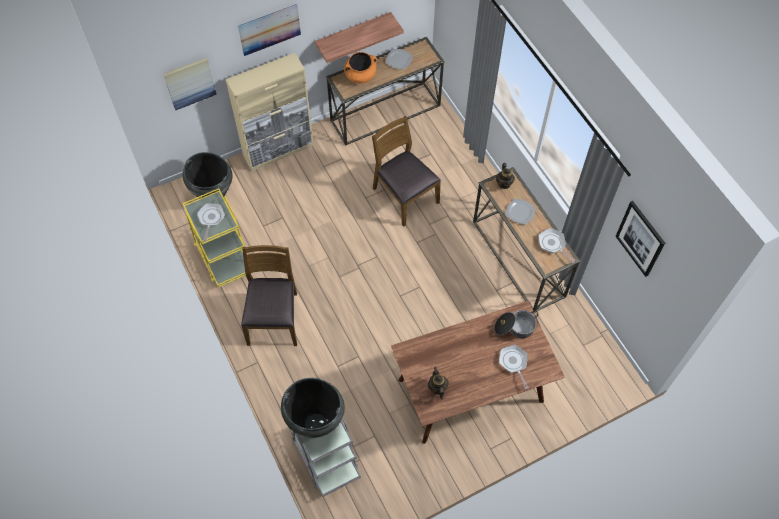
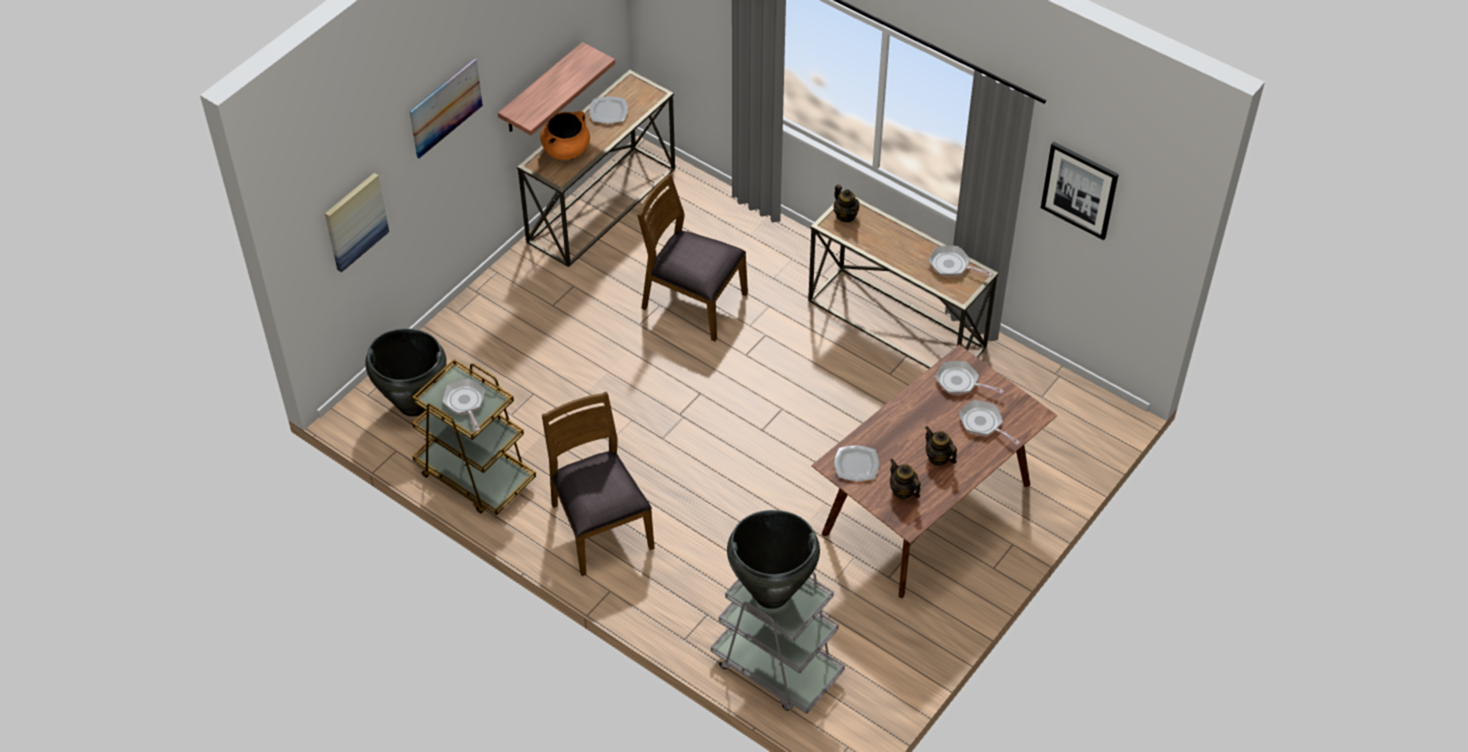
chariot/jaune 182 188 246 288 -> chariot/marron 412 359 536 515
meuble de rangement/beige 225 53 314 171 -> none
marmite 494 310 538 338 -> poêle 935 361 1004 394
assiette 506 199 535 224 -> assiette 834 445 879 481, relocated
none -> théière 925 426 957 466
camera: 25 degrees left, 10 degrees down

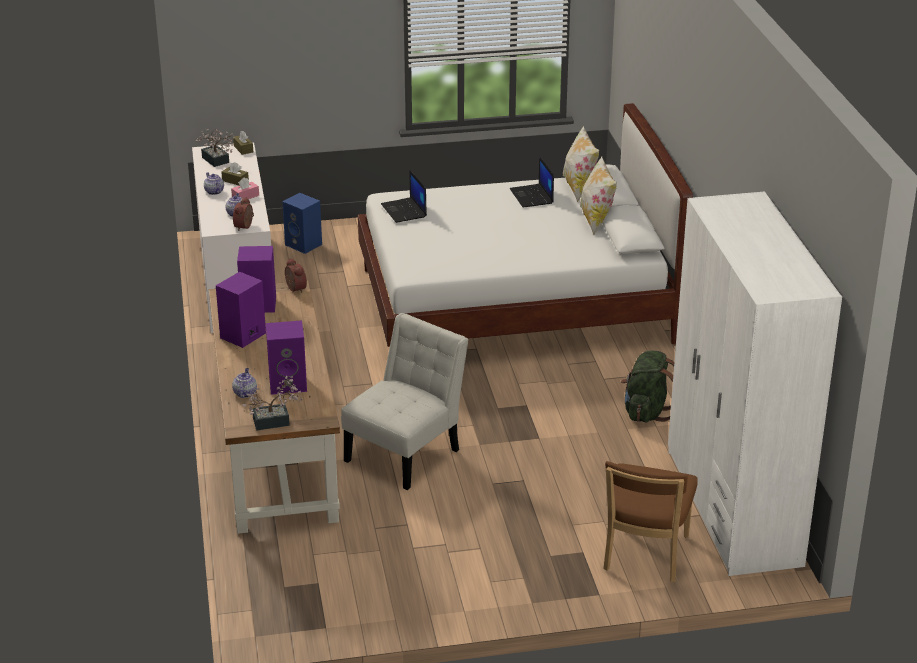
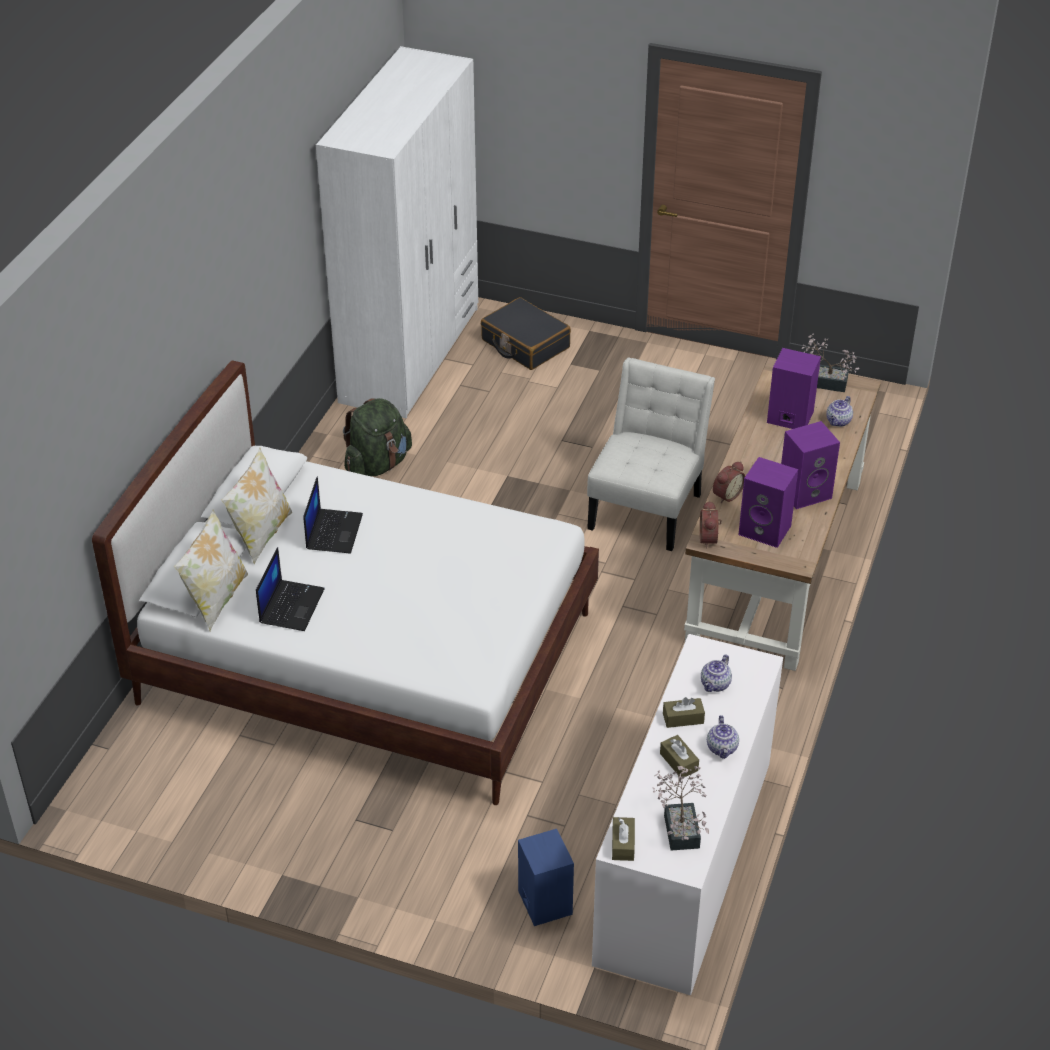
boîte à mouchoirs/rose 231 177 259 199 -> boîte à mouchoirs/marron 663 697 705 728
réveil 233 197 254 231 -> réveil 713 461 745 503, relocated
chaise/blanc 341 313 469 490 -> chaise/blanc 587 358 715 551, 135 degrees clockwise
ordinateur portable 381 170 427 223 -> ordinateur portable 303 476 363 554, relocated
chaise/marron 603 461 698 582 -> valise/noir 481 297 571 370
camera: 150 degrees left, 10 degrees up

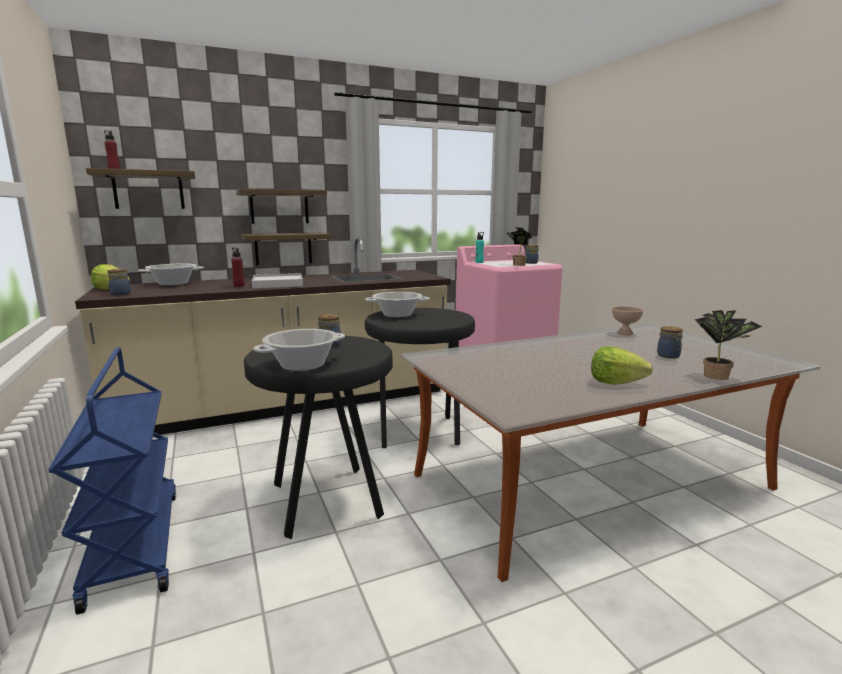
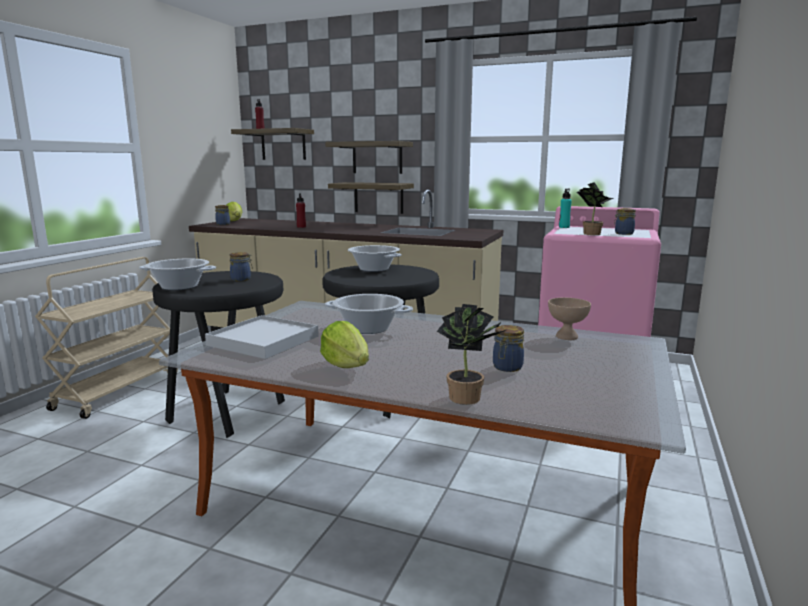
chariot/bleu 49 347 176 615 -> chariot/beige 35 257 178 419
marmite 138 264 204 286 -> marmite 325 294 413 334, relocated
plateau/blanc 252 273 303 288 -> plateau/blanc 205 315 319 359, relocated
camera: 45 degrees right, 0 degrees up

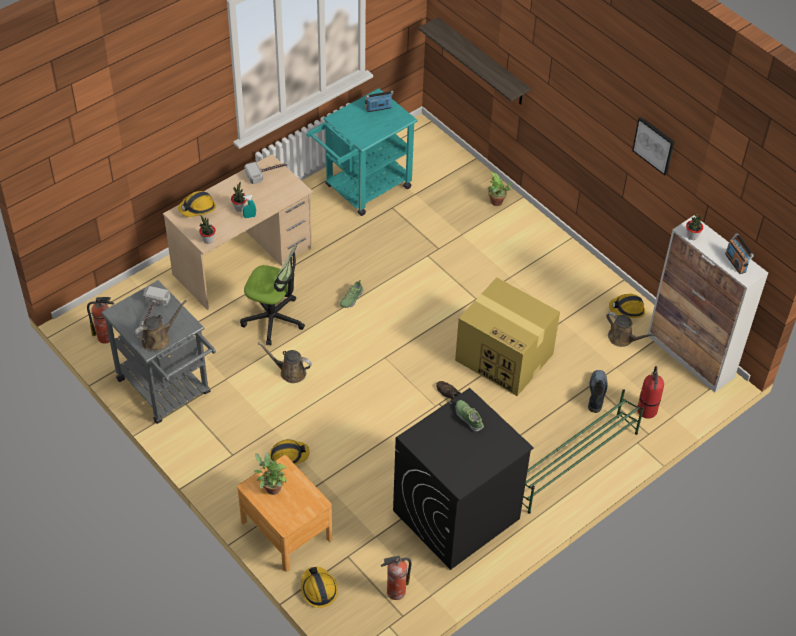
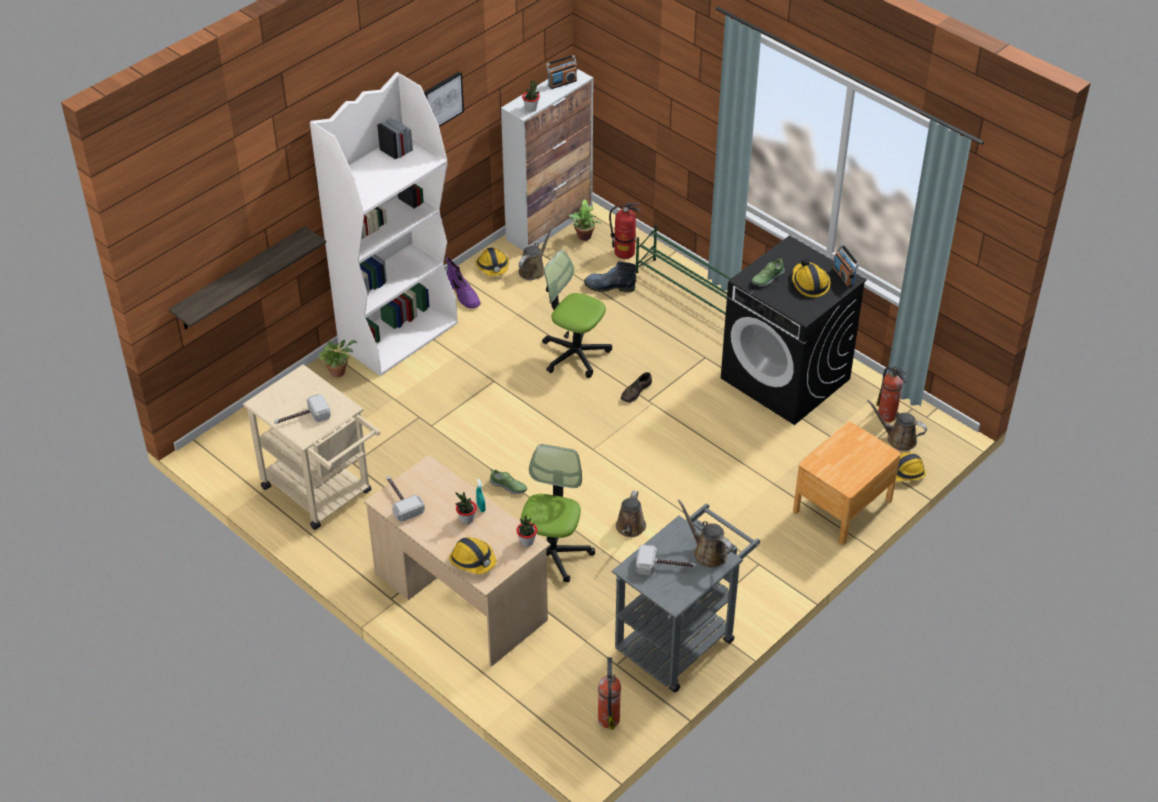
plante en pot 254 453 287 495 -> plante en pot 568 199 601 241, relocated
casque de chantier 270 439 309 465 -> casque de chantier 792 259 831 297, relocated
chariot/turquoise 306 88 418 216 -> chariot/beige 243 364 380 530
radio 365 91 393 112 -> radio 832 244 859 287, relocated
carton 455 277 560 396 -> chaise de bureau 542 250 612 378
none -> marteau 274 394 331 424
none -> bibliothèque/blanc 310 72 458 376
none -> botte/violet 446 257 481 309
none -> arrosoir/marron 867 400 927 451
camera: 95 degrees left, 5 degrees down

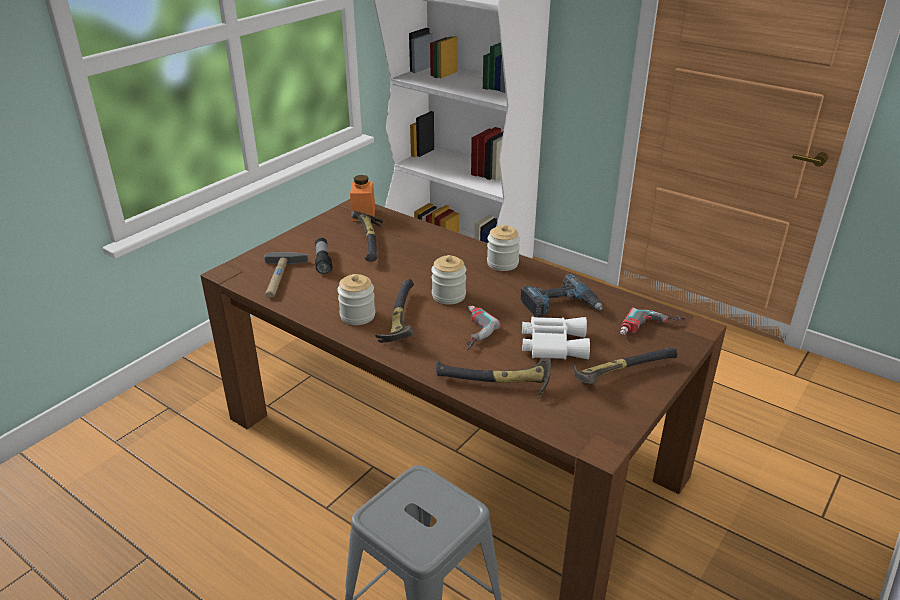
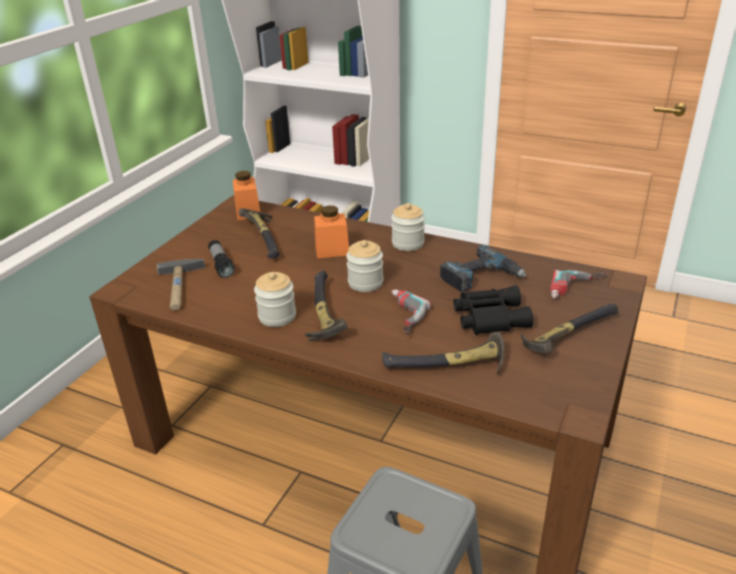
jumelles/blanc 522 316 590 360 -> jumelles/noir 453 285 533 335
none -> bocal/orange 314 205 349 258
camera: 10 degrees left, 0 degrees up

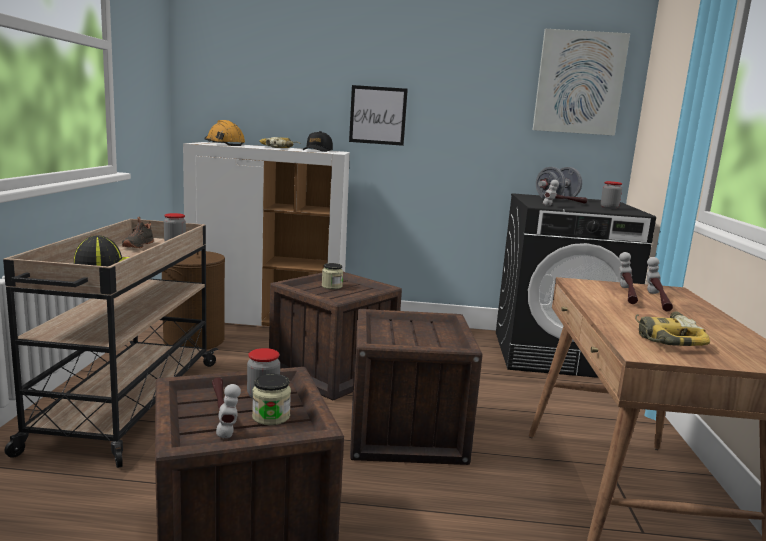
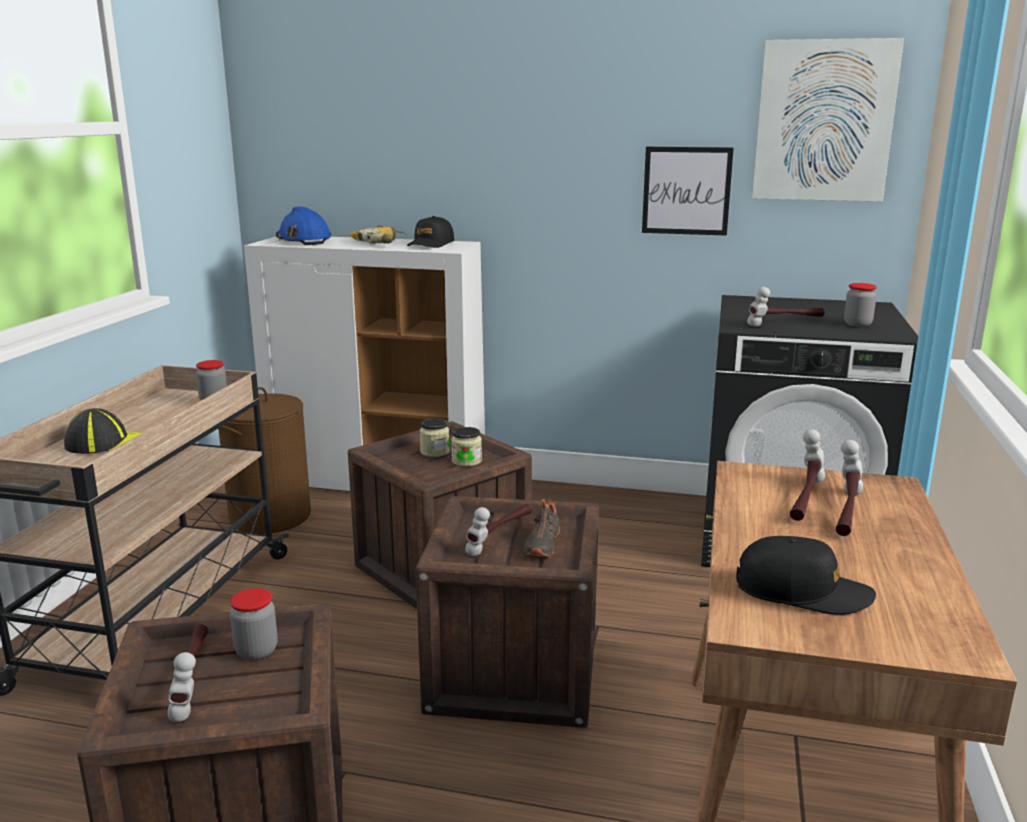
chaussure/noir 122 217 154 248 -> chaussure/noir 524 499 560 557, relocated
casque de chantier/orange 205 120 245 146 -> casque de chantier/bleu 276 206 331 245
bocal 252 374 291 425 -> bocal 451 427 482 467, relocated
tableau 349 85 408 146 -> tableau 642 147 734 236, relocated
haltère/gris 536 167 582 200 -> none
perceuse 635 311 710 346 -> casquette/noir 736 536 876 615
none -> marteau 465 504 532 556
camera: 10 degrees right, 5 degrees up

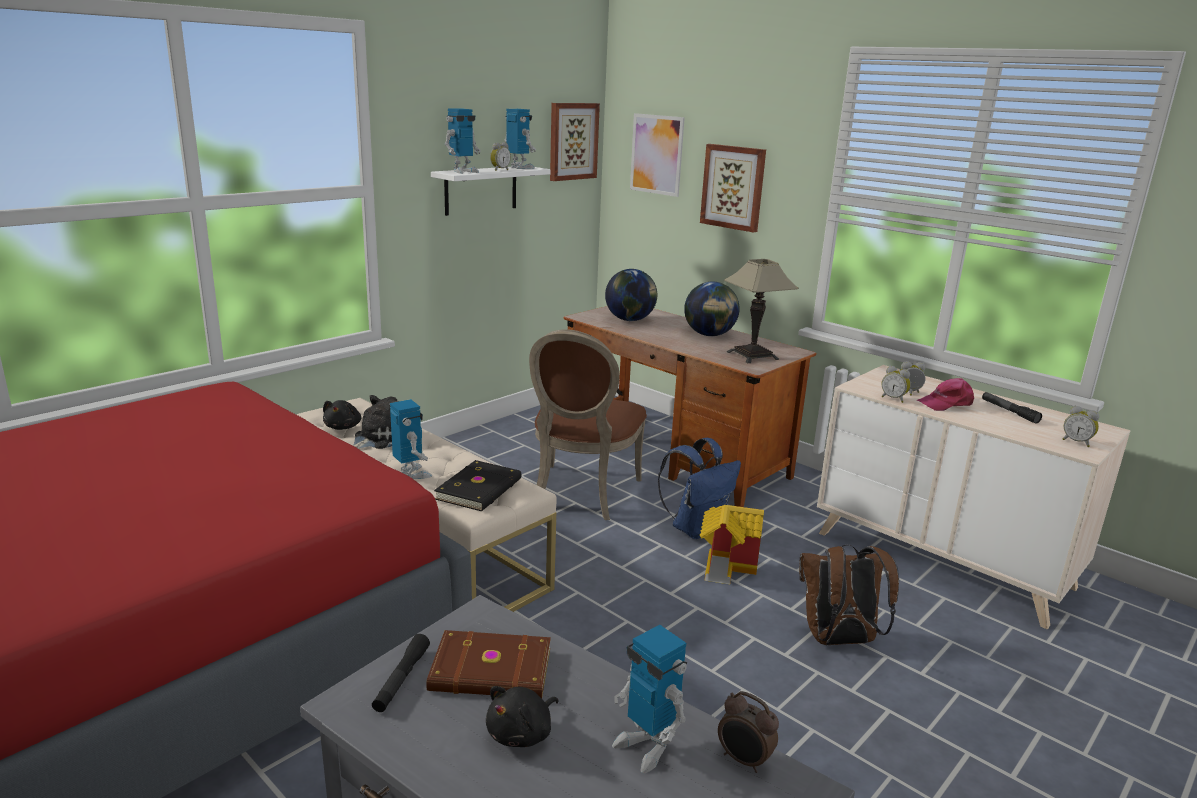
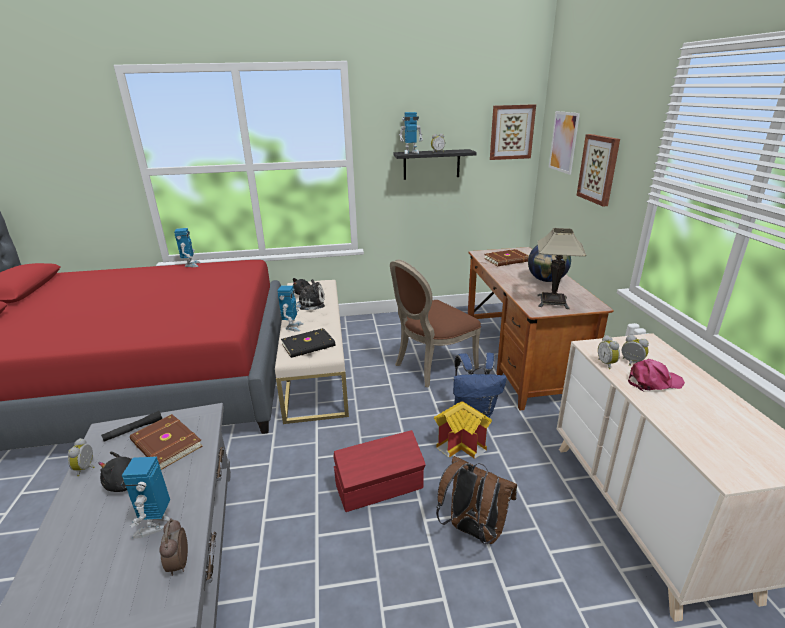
étagère/blanc 431 167 551 216 -> étagère/noir 393 149 477 180
robot jouet 504 109 536 169 -> robot jouet 174 228 200 267, relocated
globe 605 269 657 321 -> livre/marron 484 249 529 266
casquette/rose 917 378 974 411 -> casquette/rose 628 359 685 391, 150 degrees clockwise
lampe de poche 982 392 1042 424 -> none
réveil 1063 406 1099 447 -> réveil 68 438 95 476, relocated
none -> boîte de rangement/rouge 333 430 426 512
camera: 40 degrees right, 5 degrees up

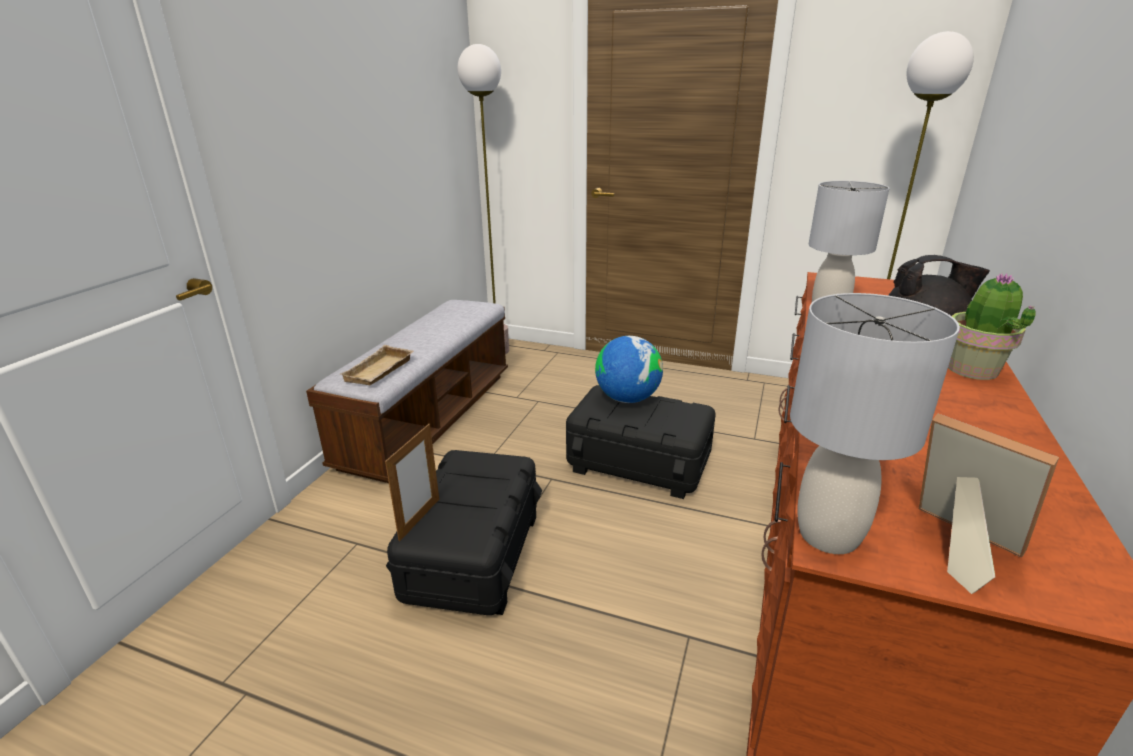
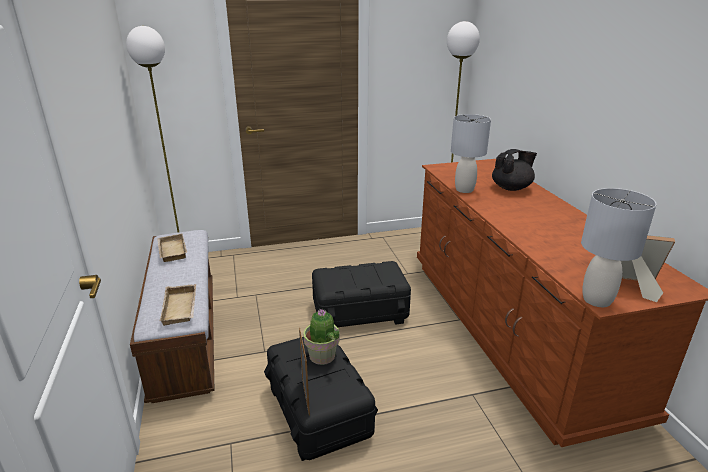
globe 595 336 663 403 -> none
plante en pot 948 273 1036 380 -> plante en pot 303 309 340 365, relocated
none -> plateau/beige 157 233 187 262
camera: 35 degrees left, 0 degrees up

